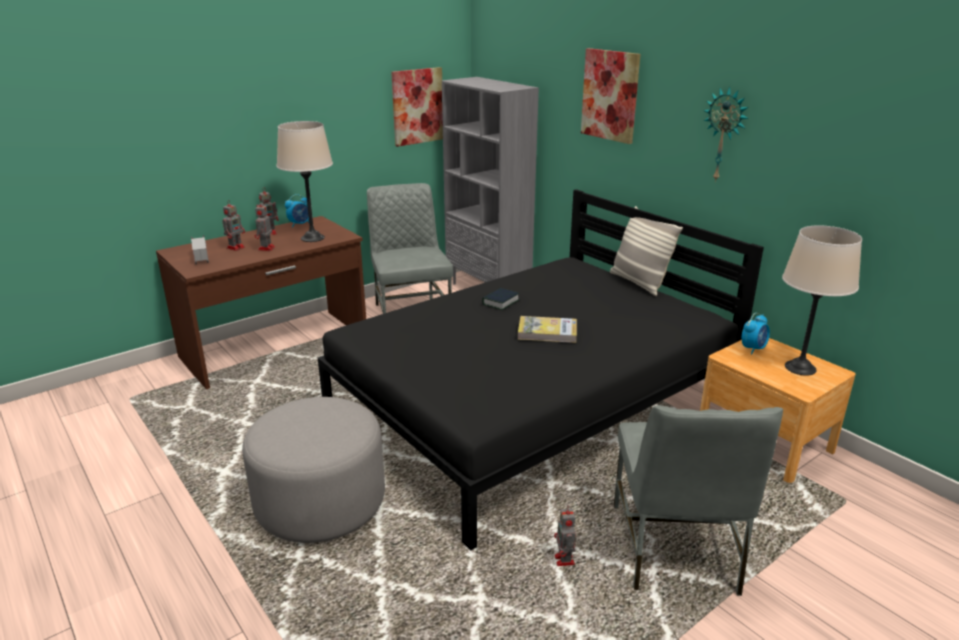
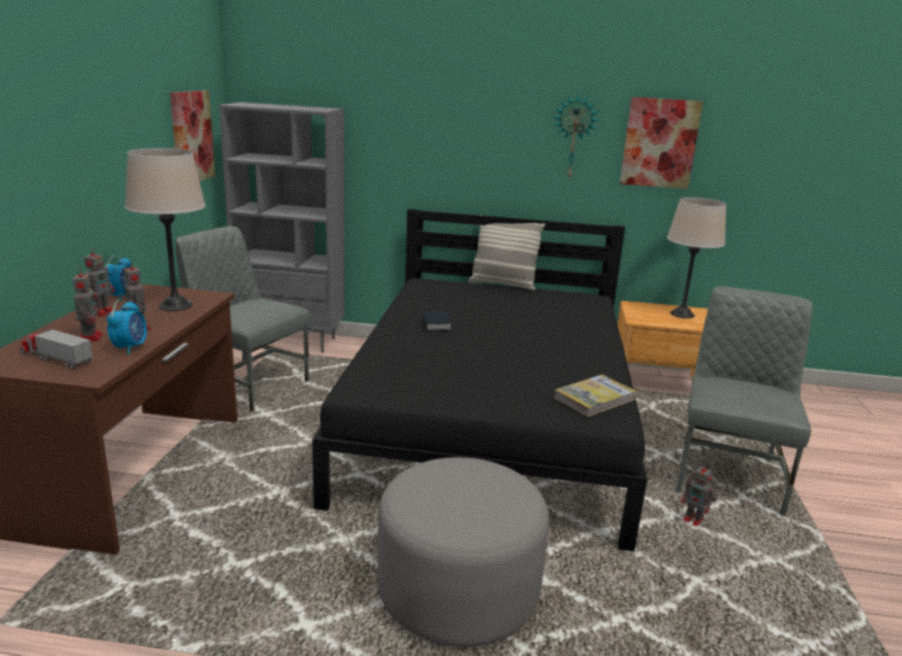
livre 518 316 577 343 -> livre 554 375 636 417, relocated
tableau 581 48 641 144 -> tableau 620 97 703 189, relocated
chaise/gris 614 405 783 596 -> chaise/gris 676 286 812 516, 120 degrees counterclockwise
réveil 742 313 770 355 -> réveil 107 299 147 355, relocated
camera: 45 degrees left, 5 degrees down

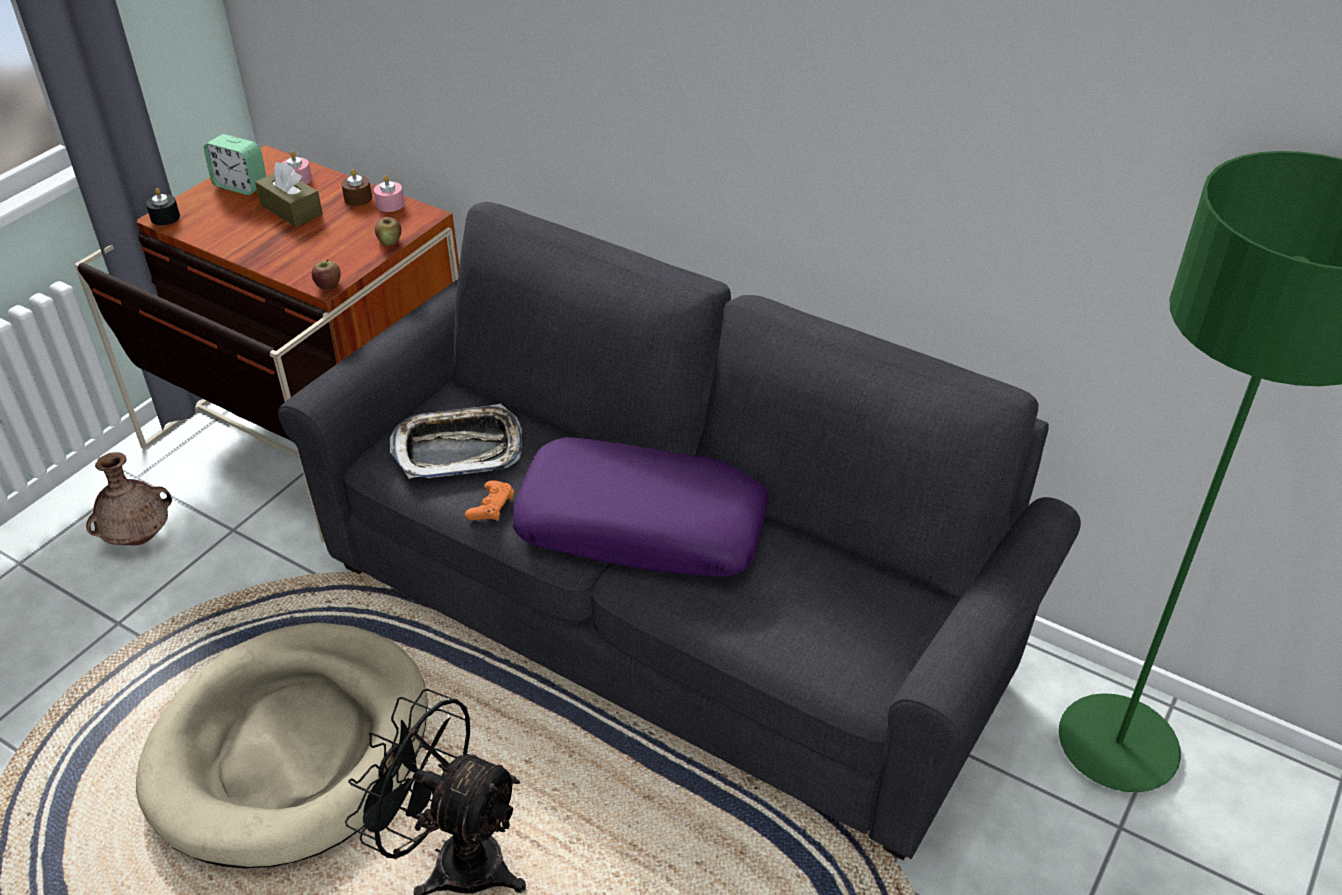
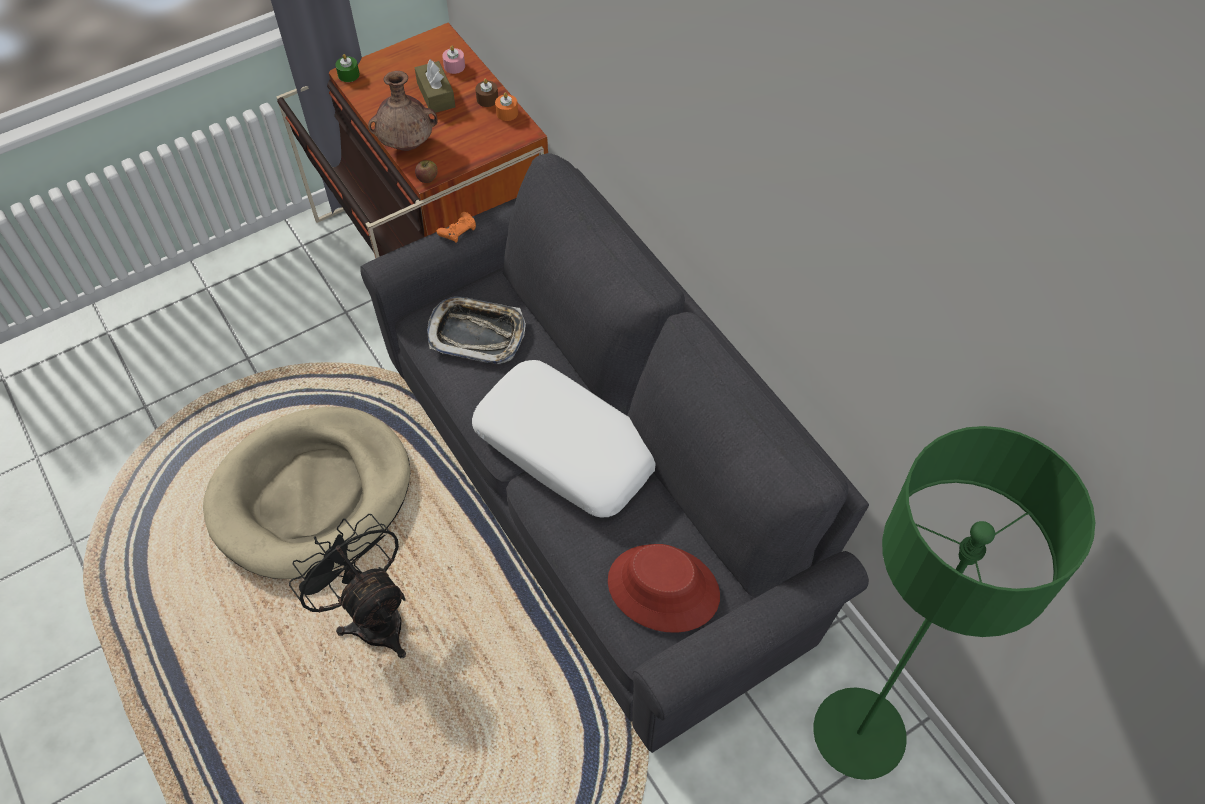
vase/marron 86 452 172 545 -> vase/marron 368 71 437 151, relocated
bougie/noir 146 188 180 225 -> bougie/vert 335 54 360 82
réveil 204 134 266 195 -> none
bougie/rose 374 175 404 212 -> bougie/orange 495 92 518 121
pomme 375 217 401 245 -> none
manette/orange 465 480 514 521 -> manette/orange 437 212 476 243, relocated
coussin/violet 512 437 769 577 -> coussin/blanc 472 360 656 517
none -> chapeau/rouge 608 544 720 633
camera: 25 degrees right, 15 degrees up

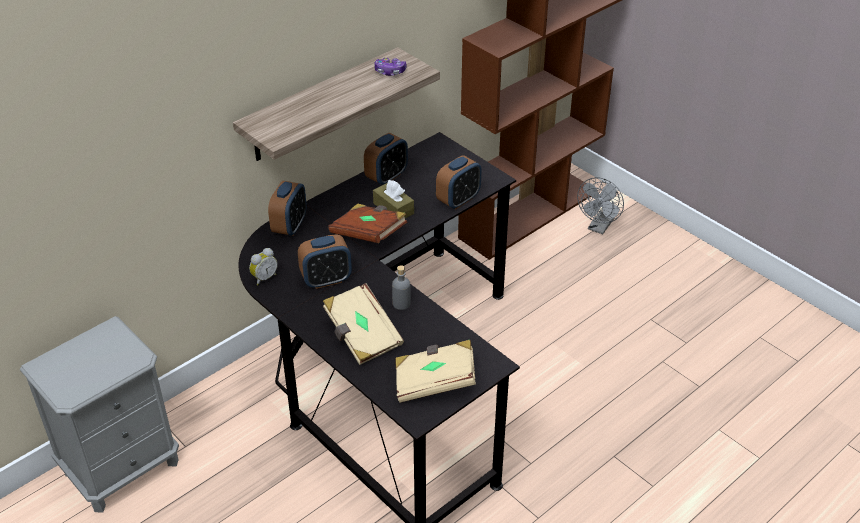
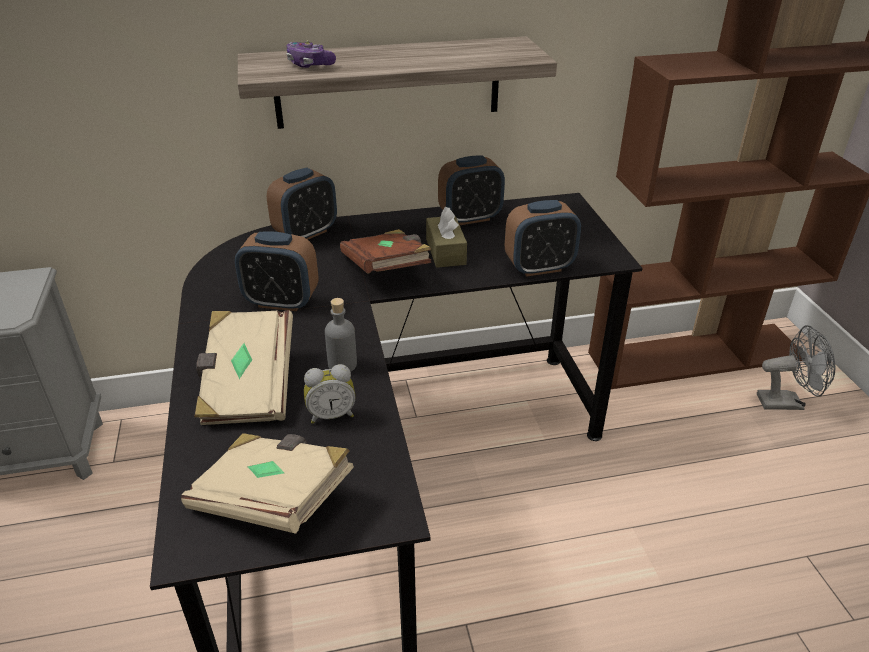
réveil 249 248 278 285 -> réveil 304 364 356 424, relocated
manette 374 57 407 76 -> manette 287 40 336 68, relocated
ventilateur/gris 577 177 624 234 -> ventilateur/gris 757 325 836 410, 150 degrees counterclockwise
camera: 30 degrees right, 5 degrees down

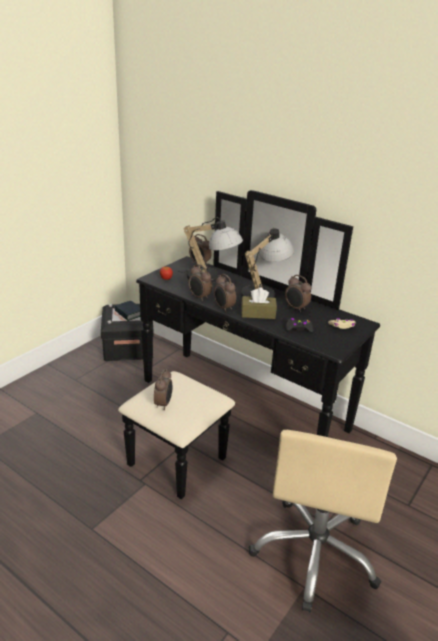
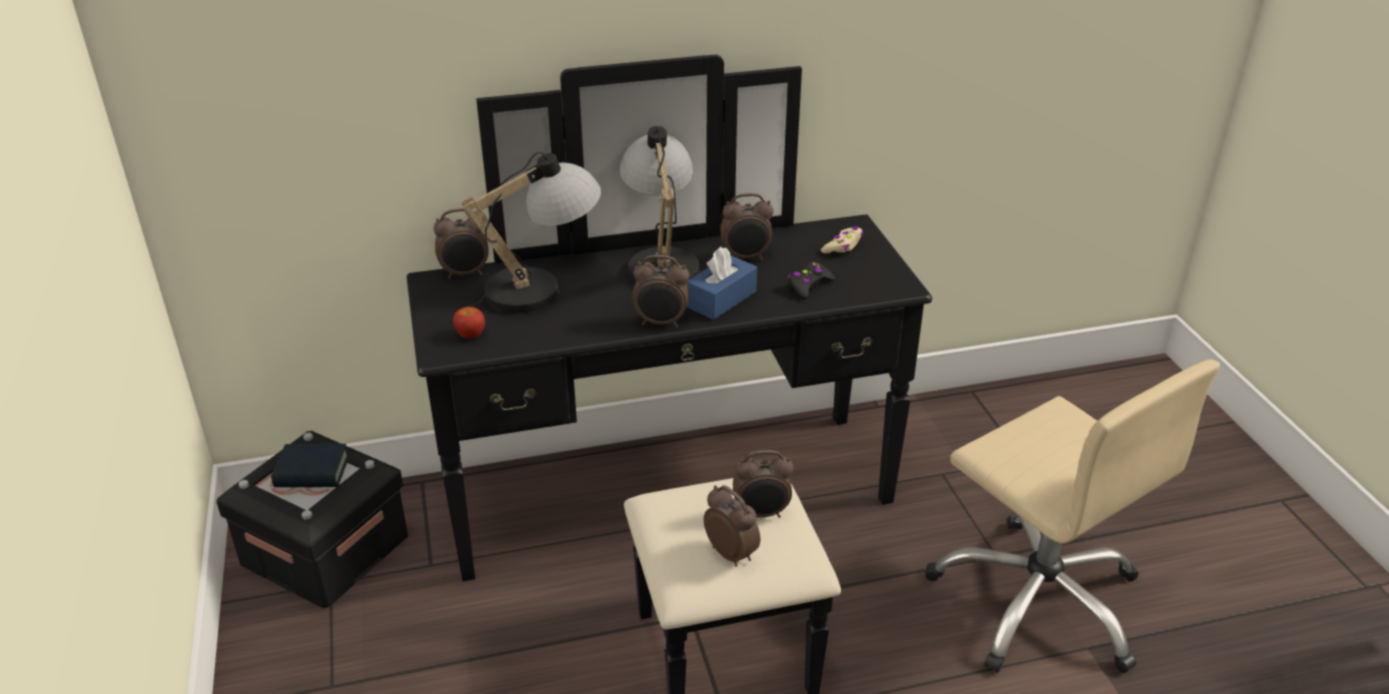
réveil 188 264 212 301 -> réveil 733 450 794 518, relocated
boîte à mouchoirs/marron 241 288 277 319 -> boîte à mouchoirs/bleu 687 247 757 320
camera: 50 degrees left, 5 degrees up

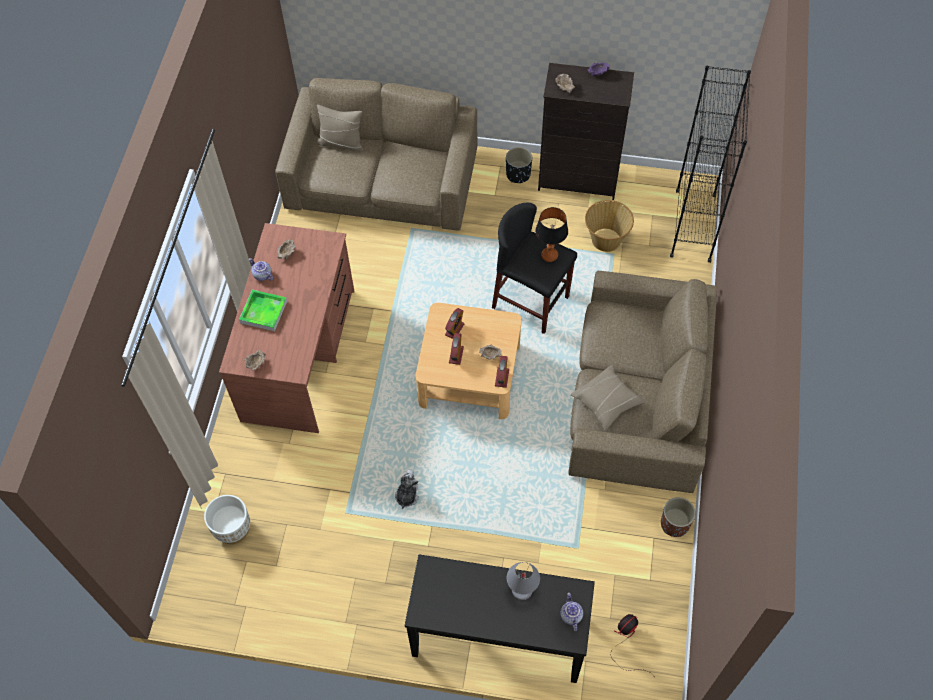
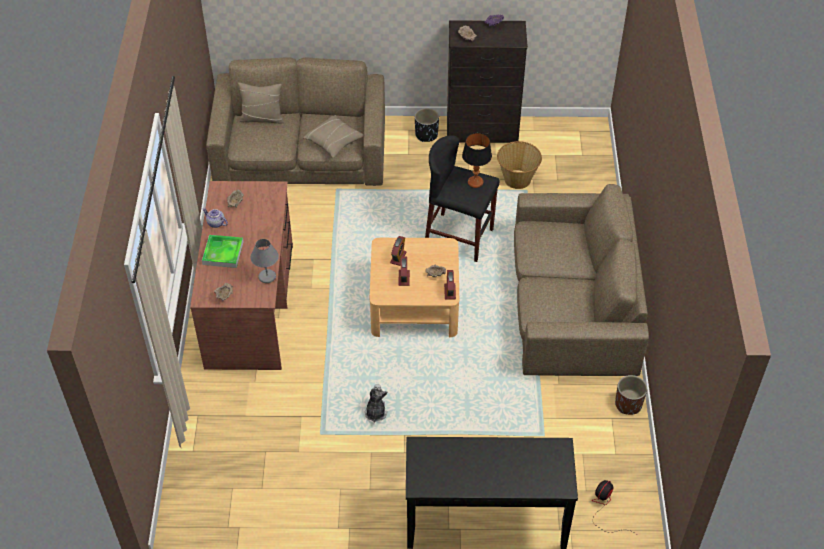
cache-pot/blanc 204 495 250 544 -> none
lampe de table/gris 507 562 540 600 -> lampe de table/gris 251 239 279 283, relocated
théière 560 592 583 631 -> none
coussin/beige 571 365 645 431 -> coussin/beige 303 115 364 158, relocated
bibliothèque/noir 670 66 751 263 -> none
camera: 10 degrees left, 10 degrees down

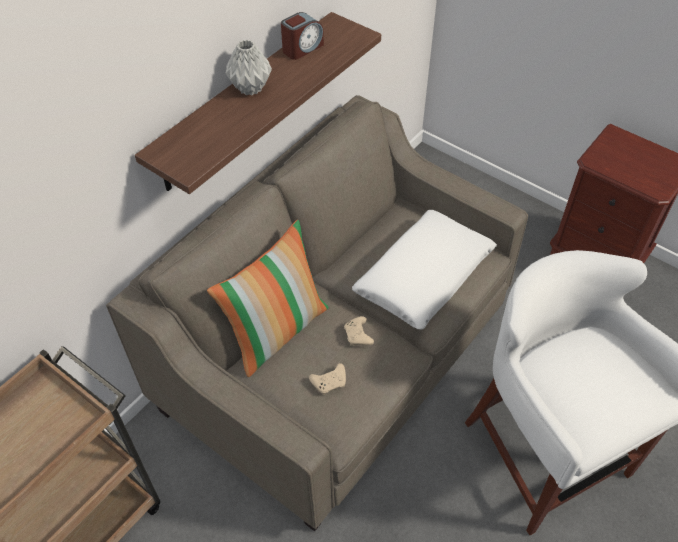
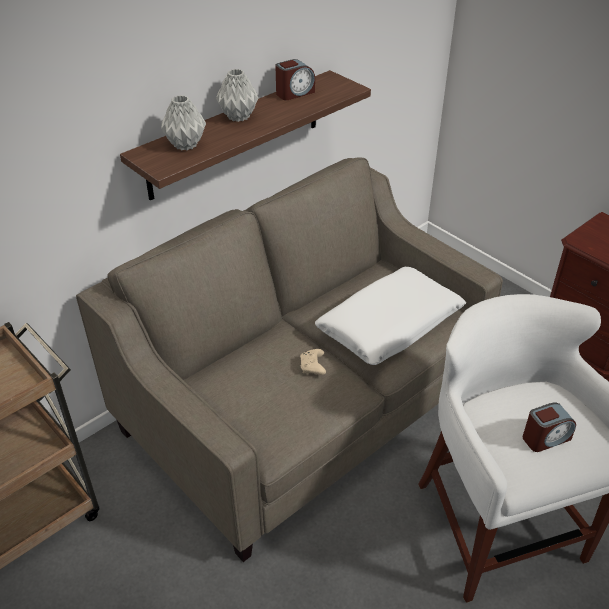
coussin 207 220 329 377 -> none
manette/beige 309 363 346 395 -> none
none -> vase/gris 161 95 206 151
none -> réveil 523 403 576 452
camera: 10 degrees right, 10 degrees down

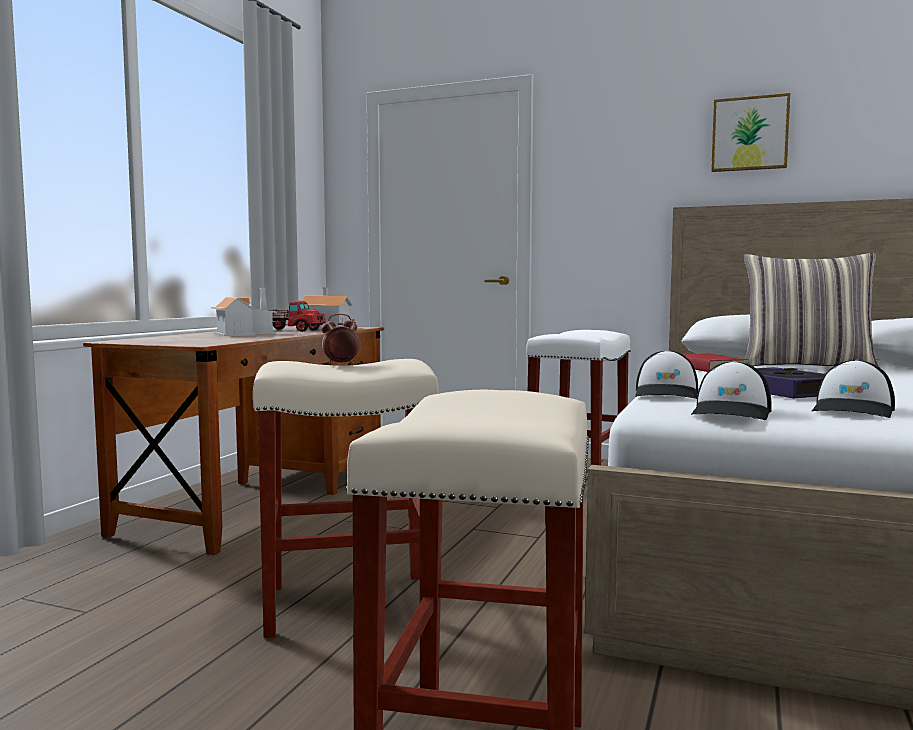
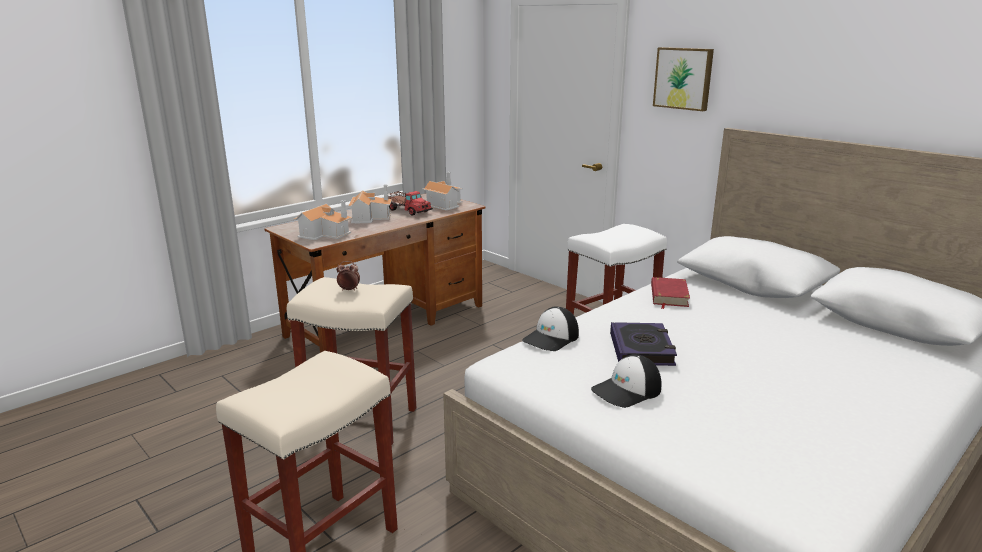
casquette 691 361 772 420 -> none
tableau 711 93 790 172 -> tableau 653 47 714 111, relocated
coussin 744 253 880 368 -> none
none -> maison miniature 293 200 352 240
camera: 25 degrees right, 15 degrees up

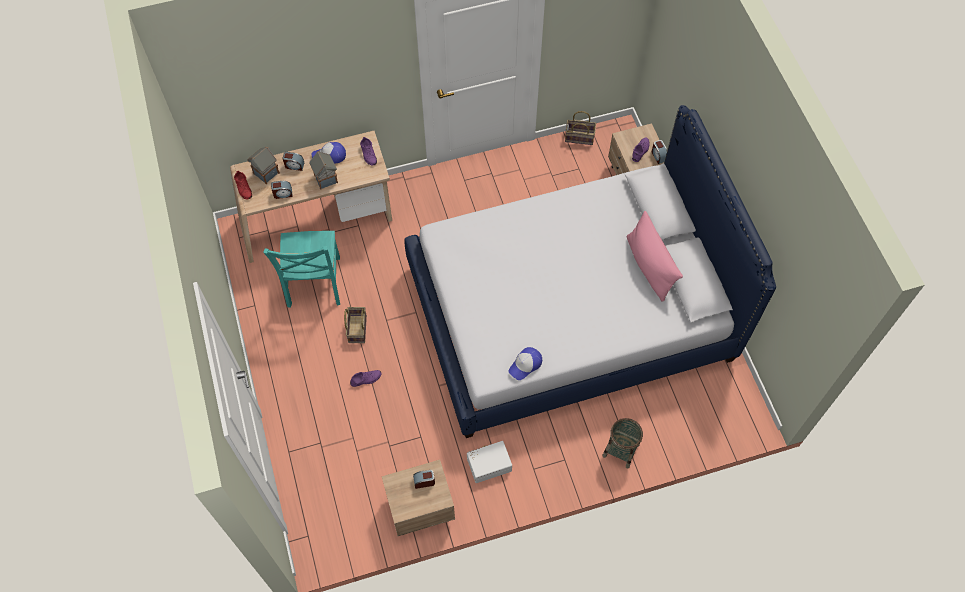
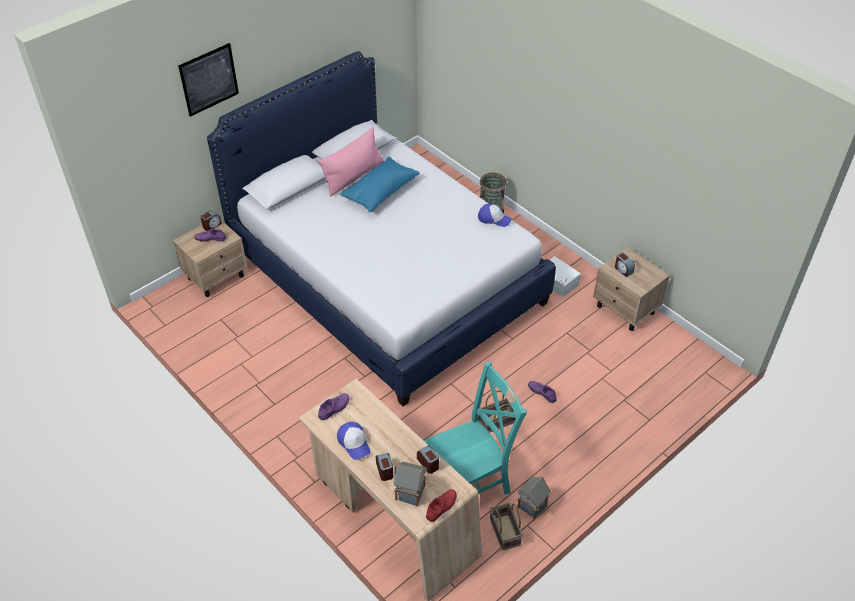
maison miniature 309 151 338 190 -> maison miniature 517 477 551 520, relocated
panier 565 111 596 145 -> panier 490 503 523 551, relocated
none -> tableau 178 43 239 117
none -> coussin/bleu 340 157 419 212
camera: 115 degrees left, 15 degrees down

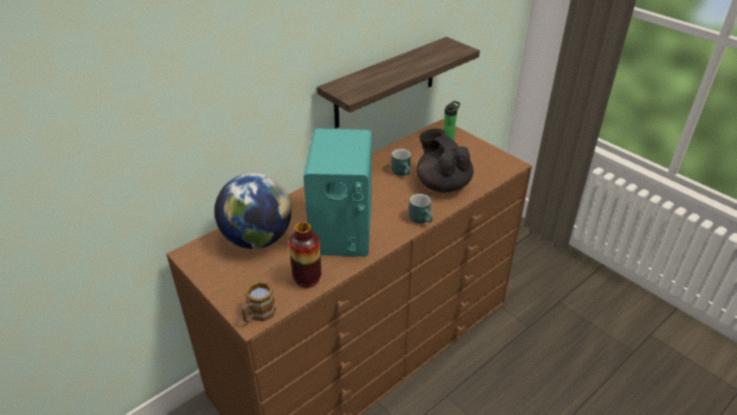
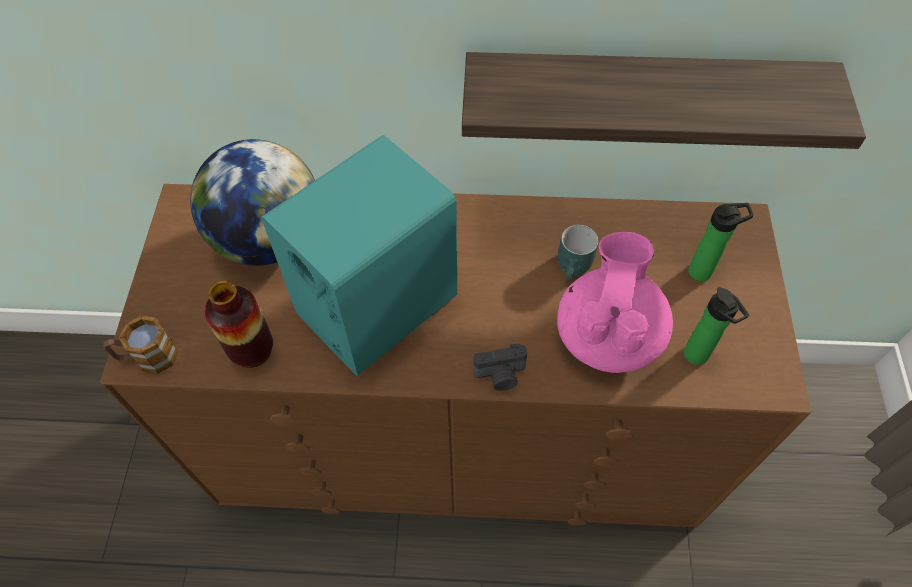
mug/turquoise 409 194 433 224 -> appareil photo 473 344 527 391
théière/noir 416 128 474 193 -> théière/rose 557 232 673 373
none -> bouteille 684 287 749 365
camera: 45 degrees right, 20 degrees up

